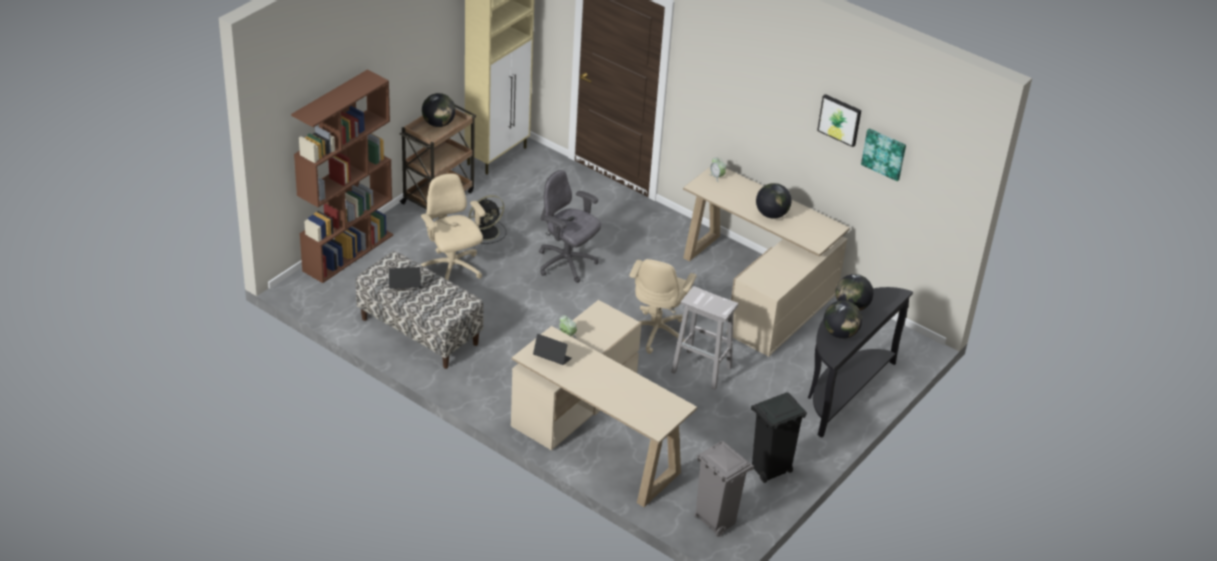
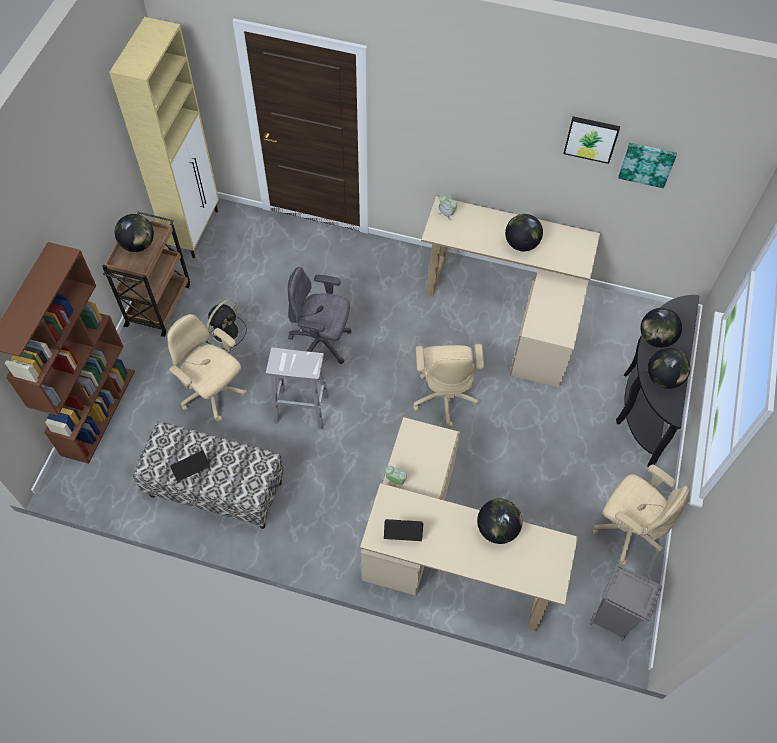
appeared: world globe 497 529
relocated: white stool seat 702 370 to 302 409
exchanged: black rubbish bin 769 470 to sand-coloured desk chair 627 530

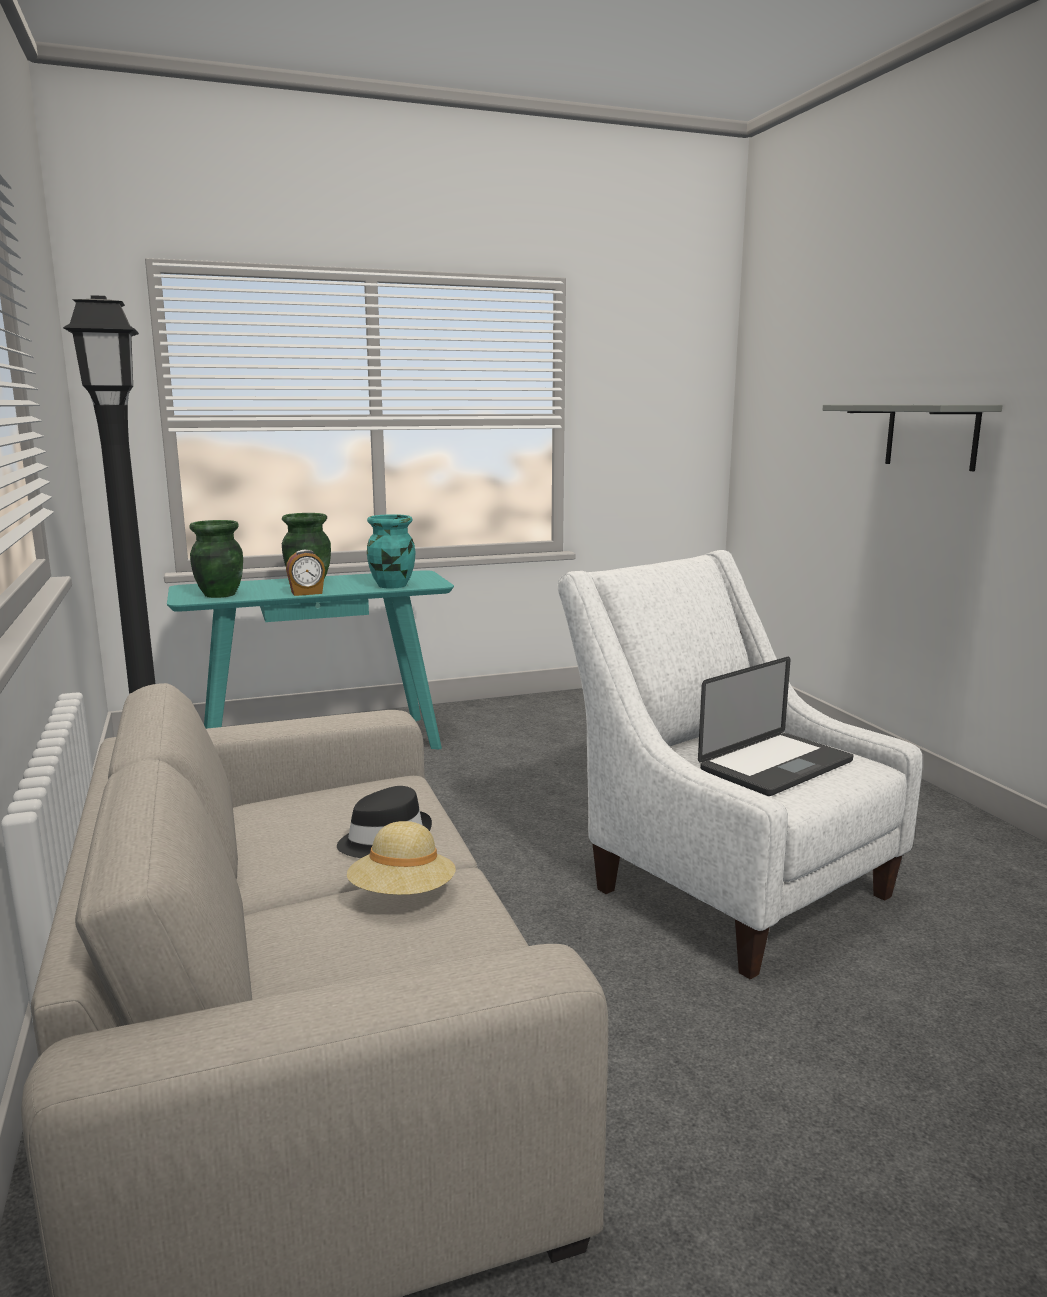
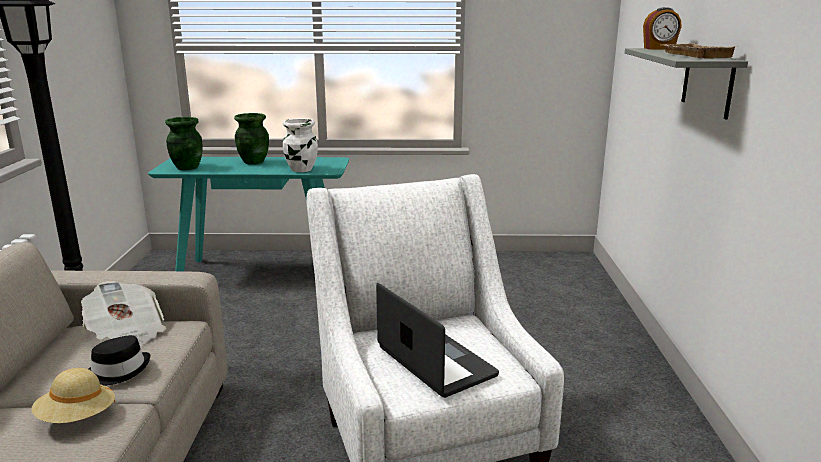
appeared: sand-coloured tray 693 55; daily paper 127 334
relocated: bedside clock 307 593 to 659 48
colour: turquoise flower vase 392 586 to white flower vase 301 170
spun: notebook computer 776 766 = 435 362 105 degrees counterclockwise

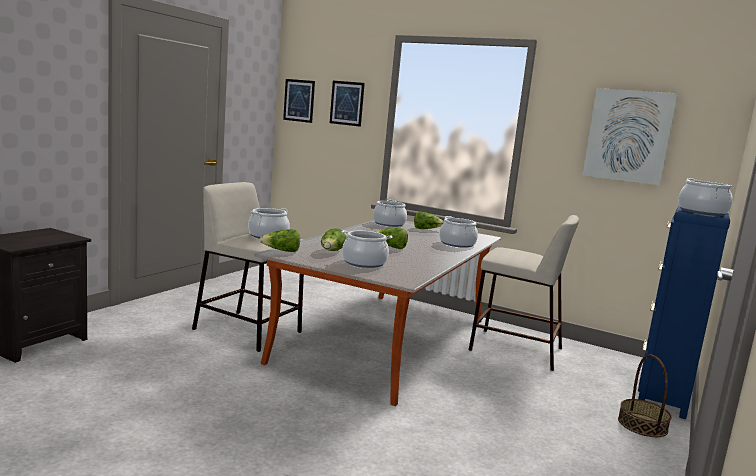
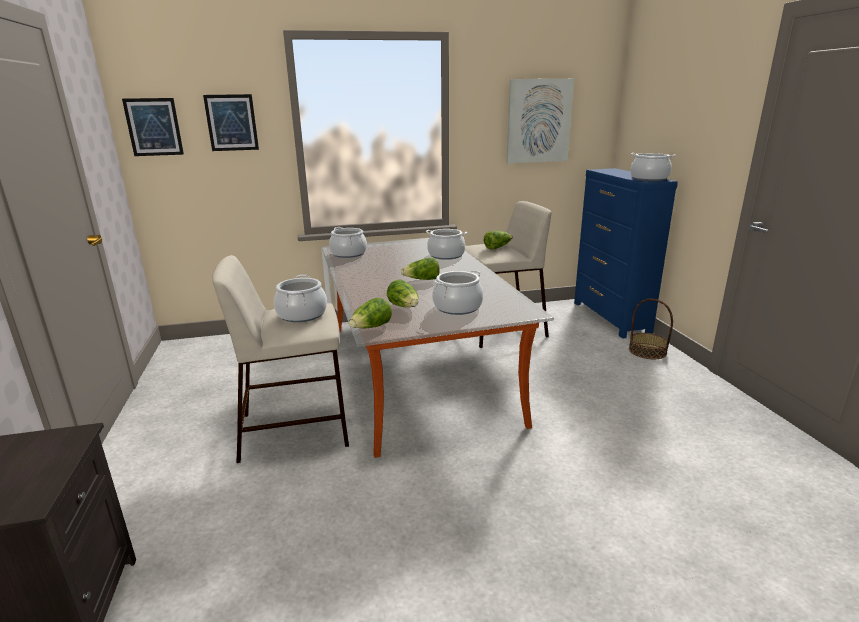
relocated: lettuce head 426 229 to 497 247

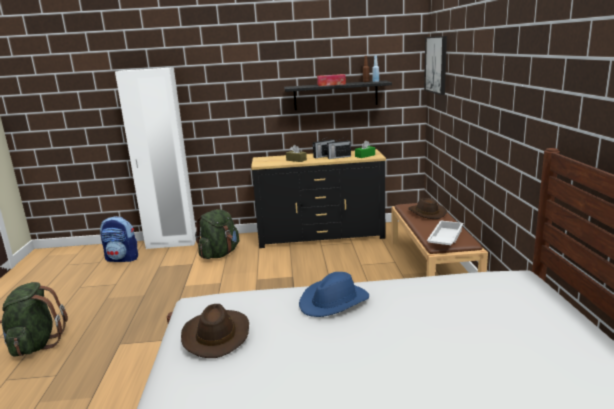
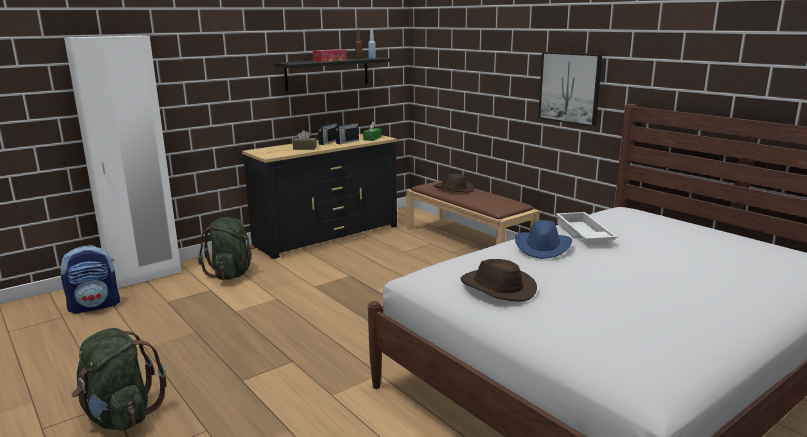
relocated: wall picture 436 64 to 570 88; white tray 444 238 to 582 234

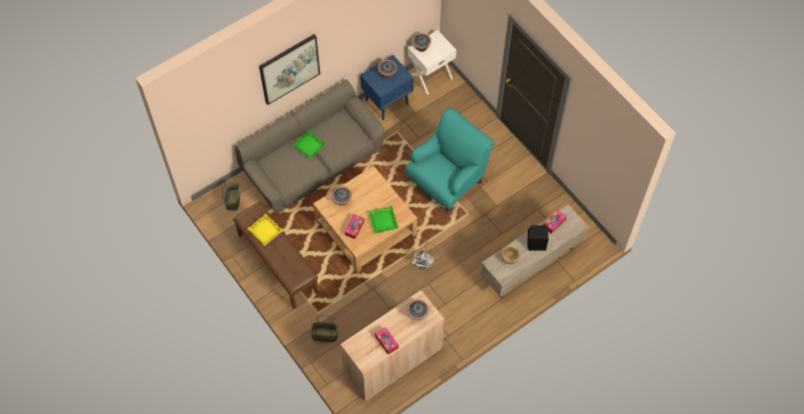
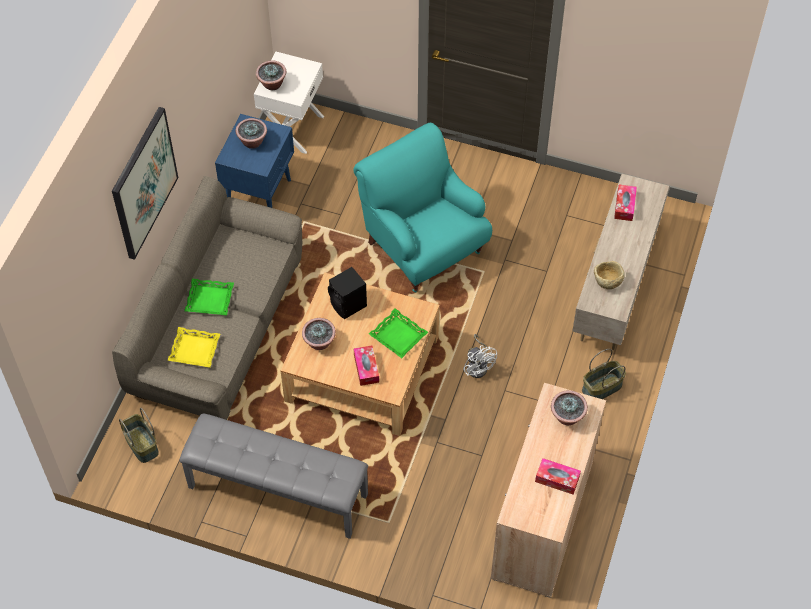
relocated: yellowish tray 265 231 to 195 349; black speaker 536 244 to 349 305; household basket 324 335 to 602 388
colour: brown-coloured indoor bench 277 263 to grey indoor bench 277 491
spun: turquoise armchair 447 181 = 423 246 45 degrees counterclockwise

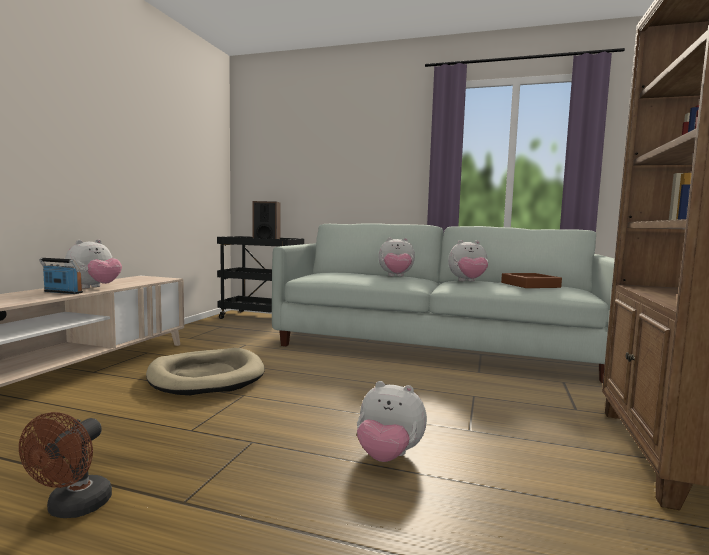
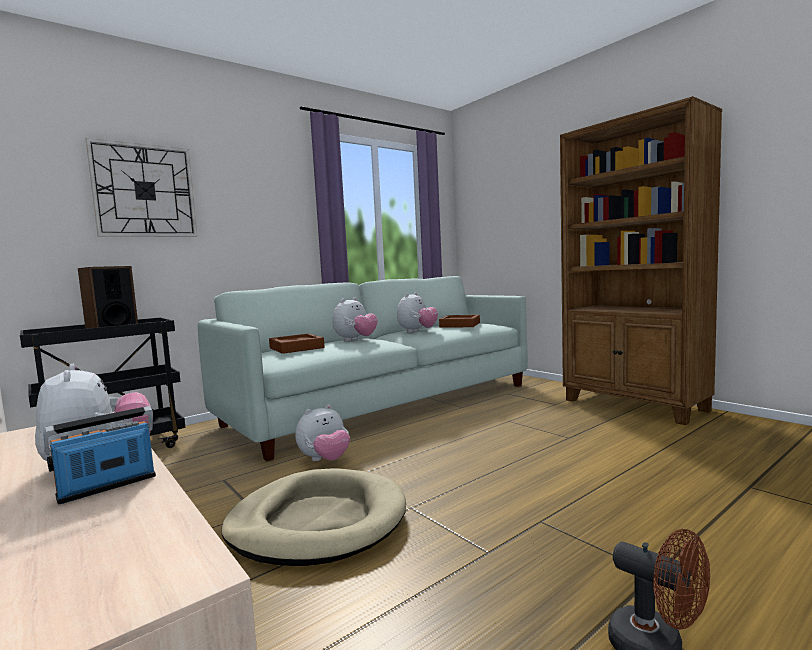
appeared: hanging clock 144 191; brown-coloured tray 296 348
relocated: cuddly toy 388 456 to 325 460

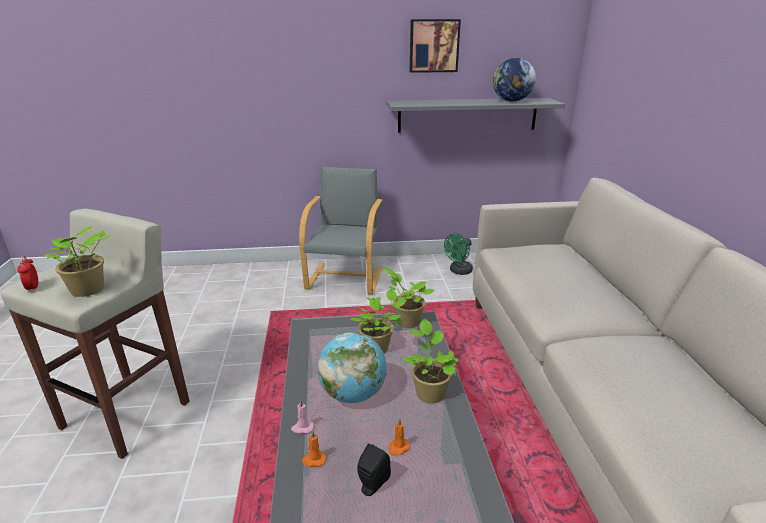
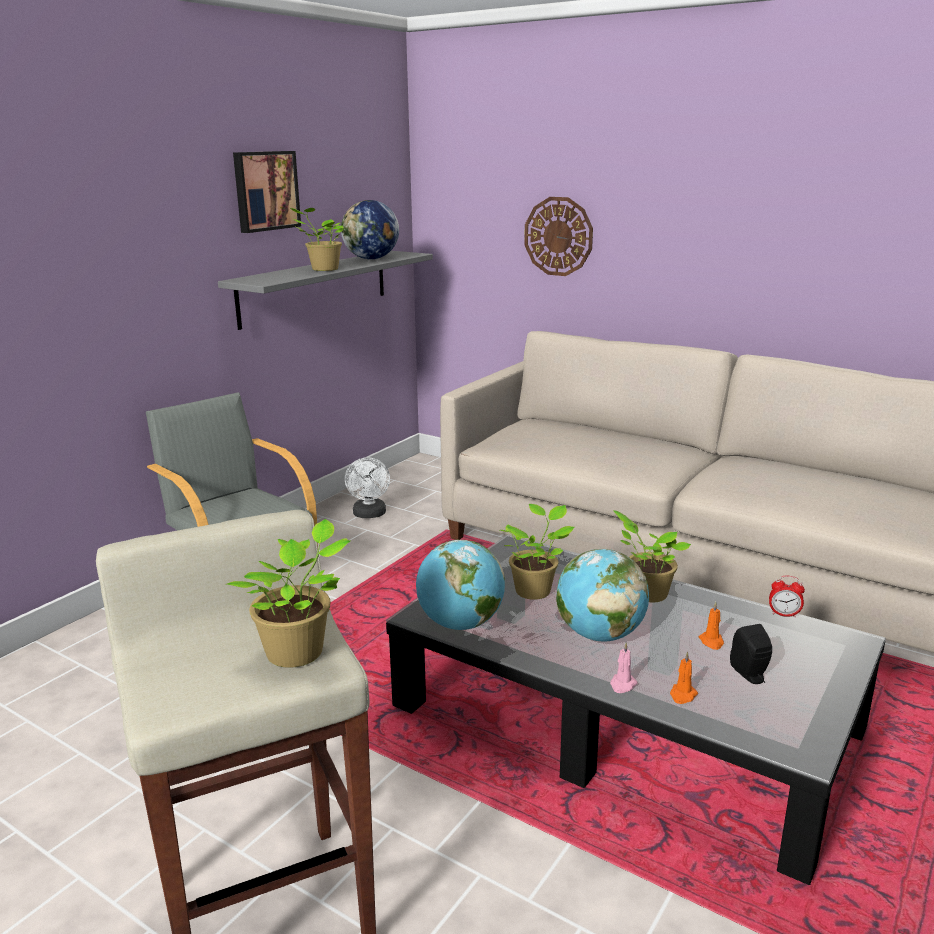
appeared: hanging clock 558 236; world globe 460 624
relocated: bedside clock 33 288 to 784 614; houseplant 406 321 to 323 269
colour: green electric fan 458 271 to white electric fan 369 515

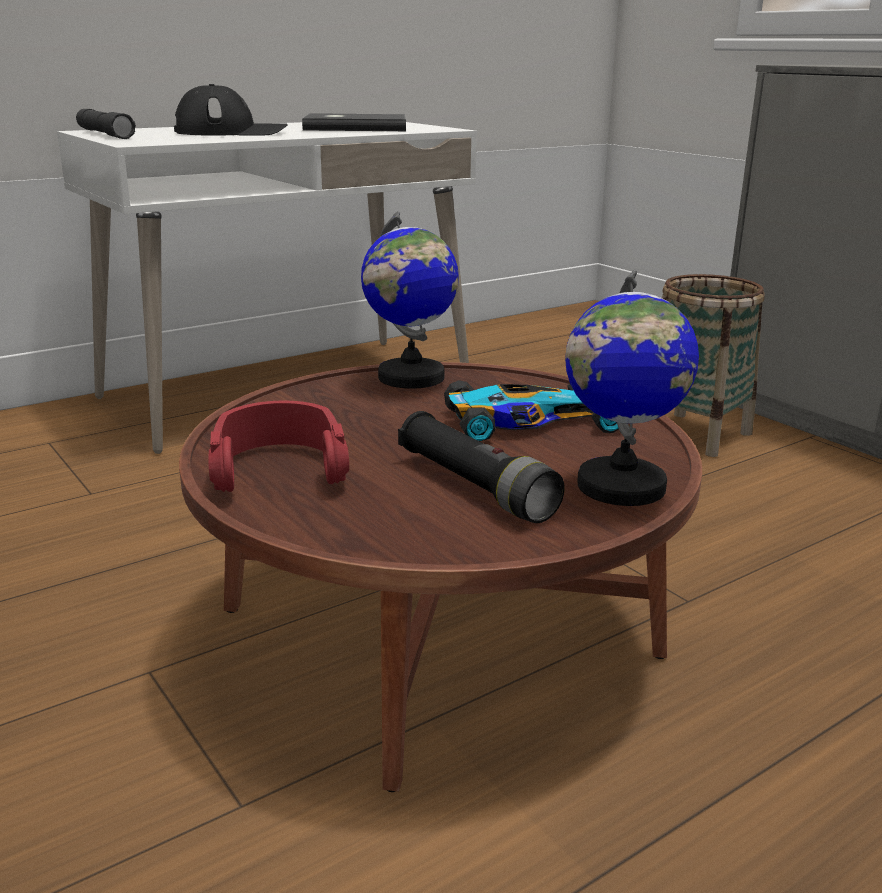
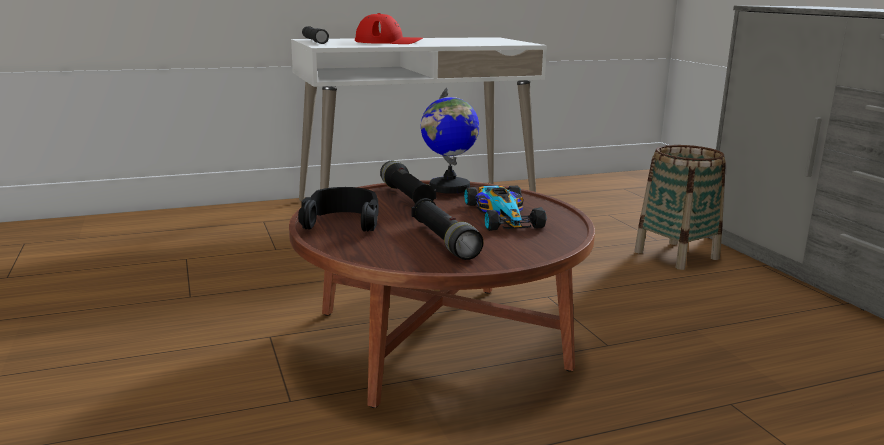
missing: grey bound book 354 127; world globe 620 486
appeared: black hand torch 406 196
colour: black peaked cap 231 132 to red-coloured peaked cap 389 42; red-coloured pair of headphones 278 466 to black pair of headphones 342 221
spun: toy car 527 422 = 502 215 75 degrees clockwise

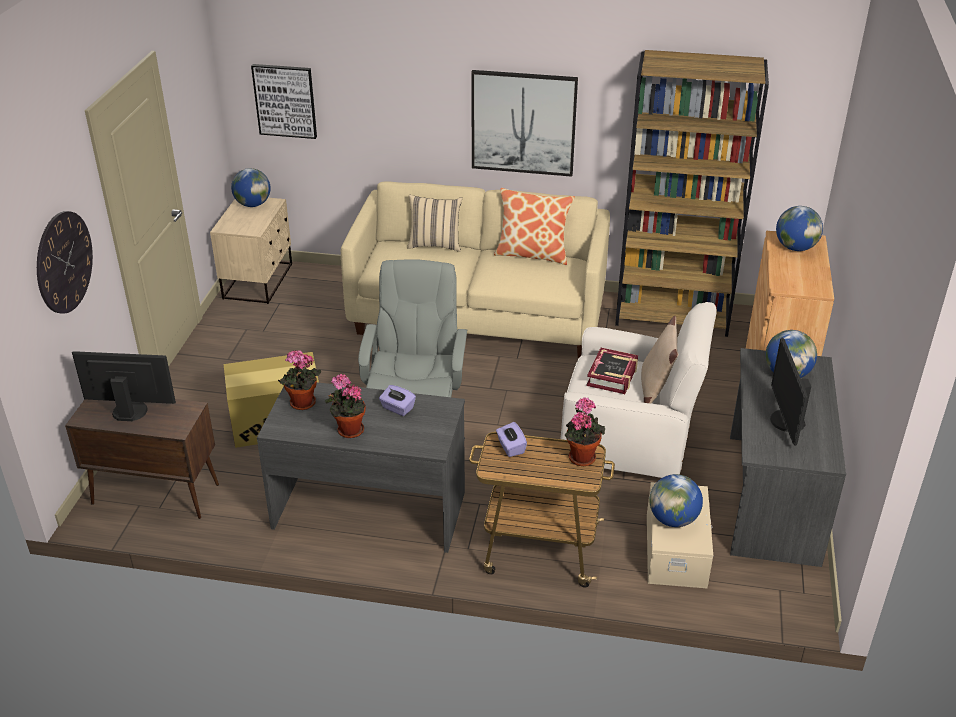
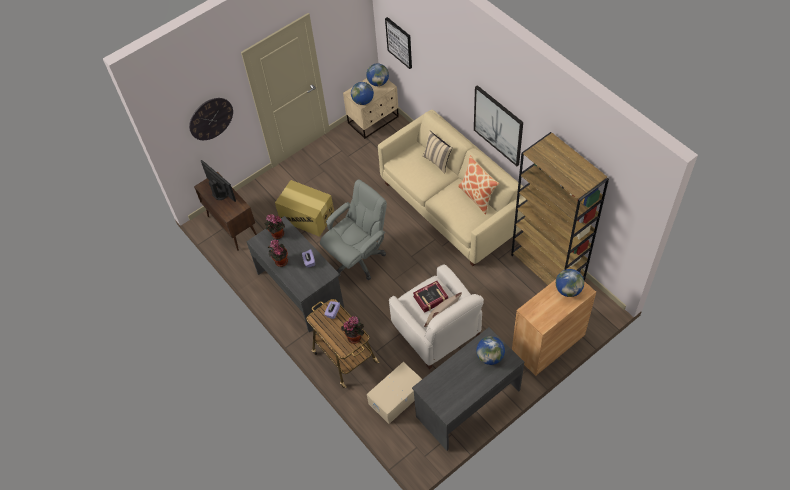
missing: computer screen 785 421
relocated: world globe 673 519 to 363 101

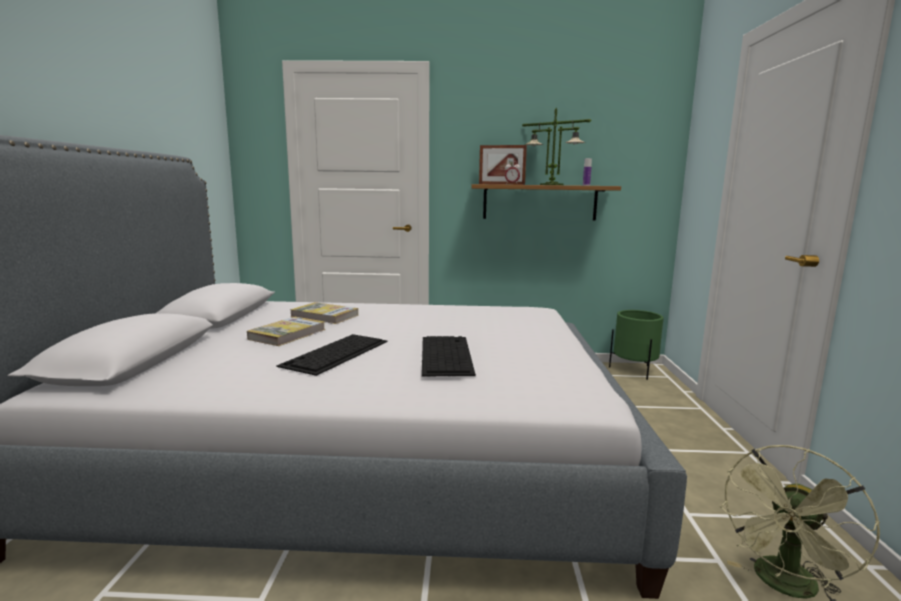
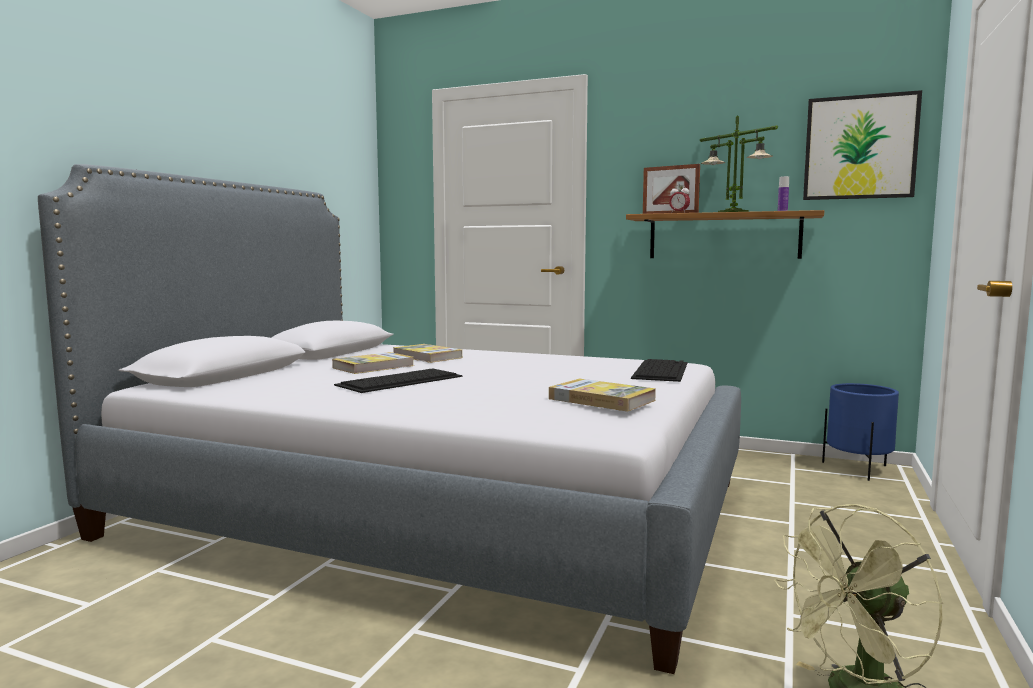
appeared: wall picture 859 147; bound book 601 399
relocated: computer keyboard 445 354 to 660 370
colour: green planter 634 370 to bluish planter 858 469

